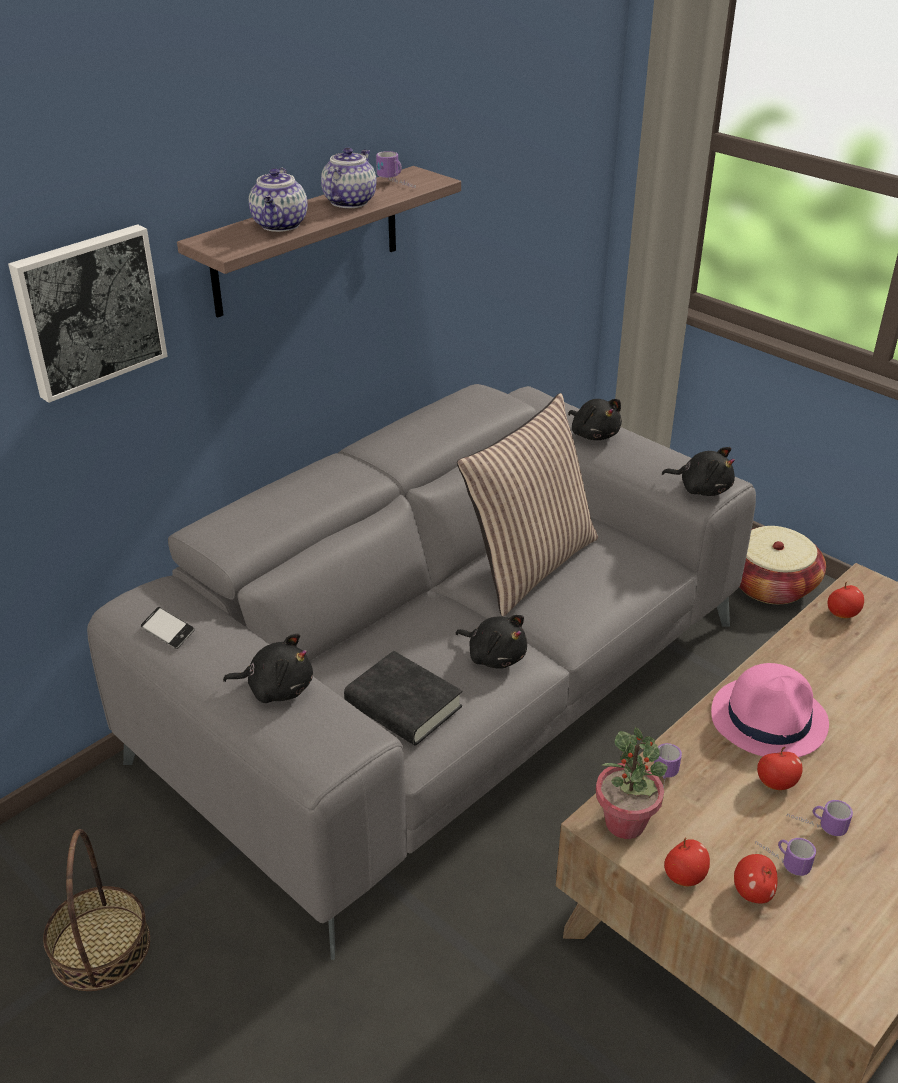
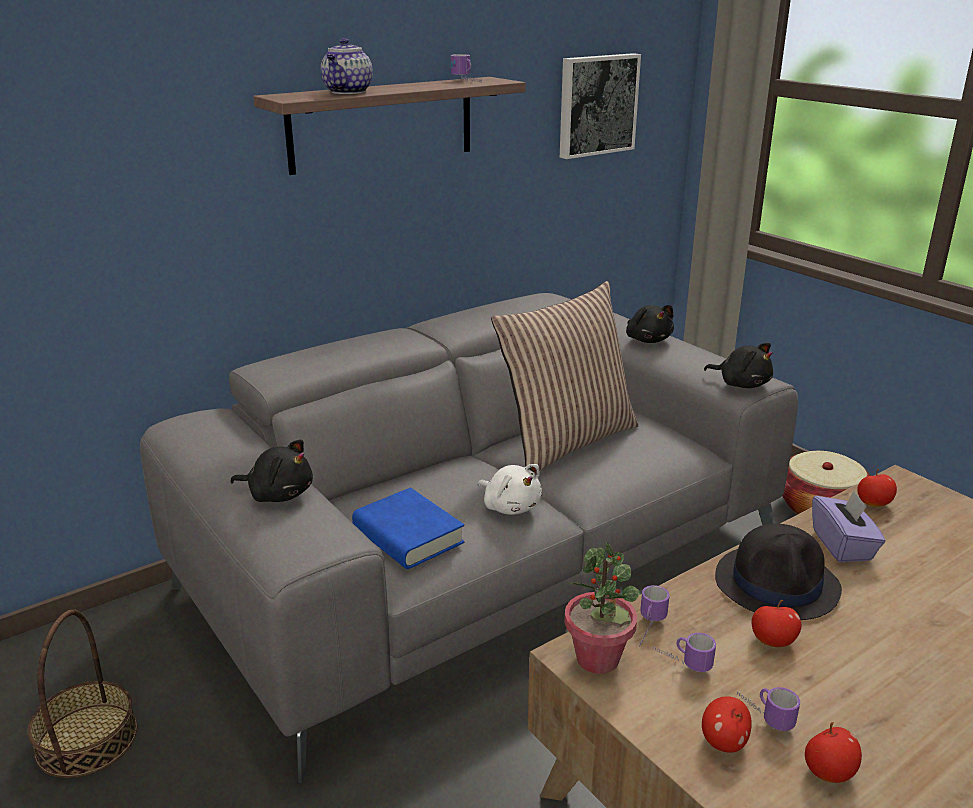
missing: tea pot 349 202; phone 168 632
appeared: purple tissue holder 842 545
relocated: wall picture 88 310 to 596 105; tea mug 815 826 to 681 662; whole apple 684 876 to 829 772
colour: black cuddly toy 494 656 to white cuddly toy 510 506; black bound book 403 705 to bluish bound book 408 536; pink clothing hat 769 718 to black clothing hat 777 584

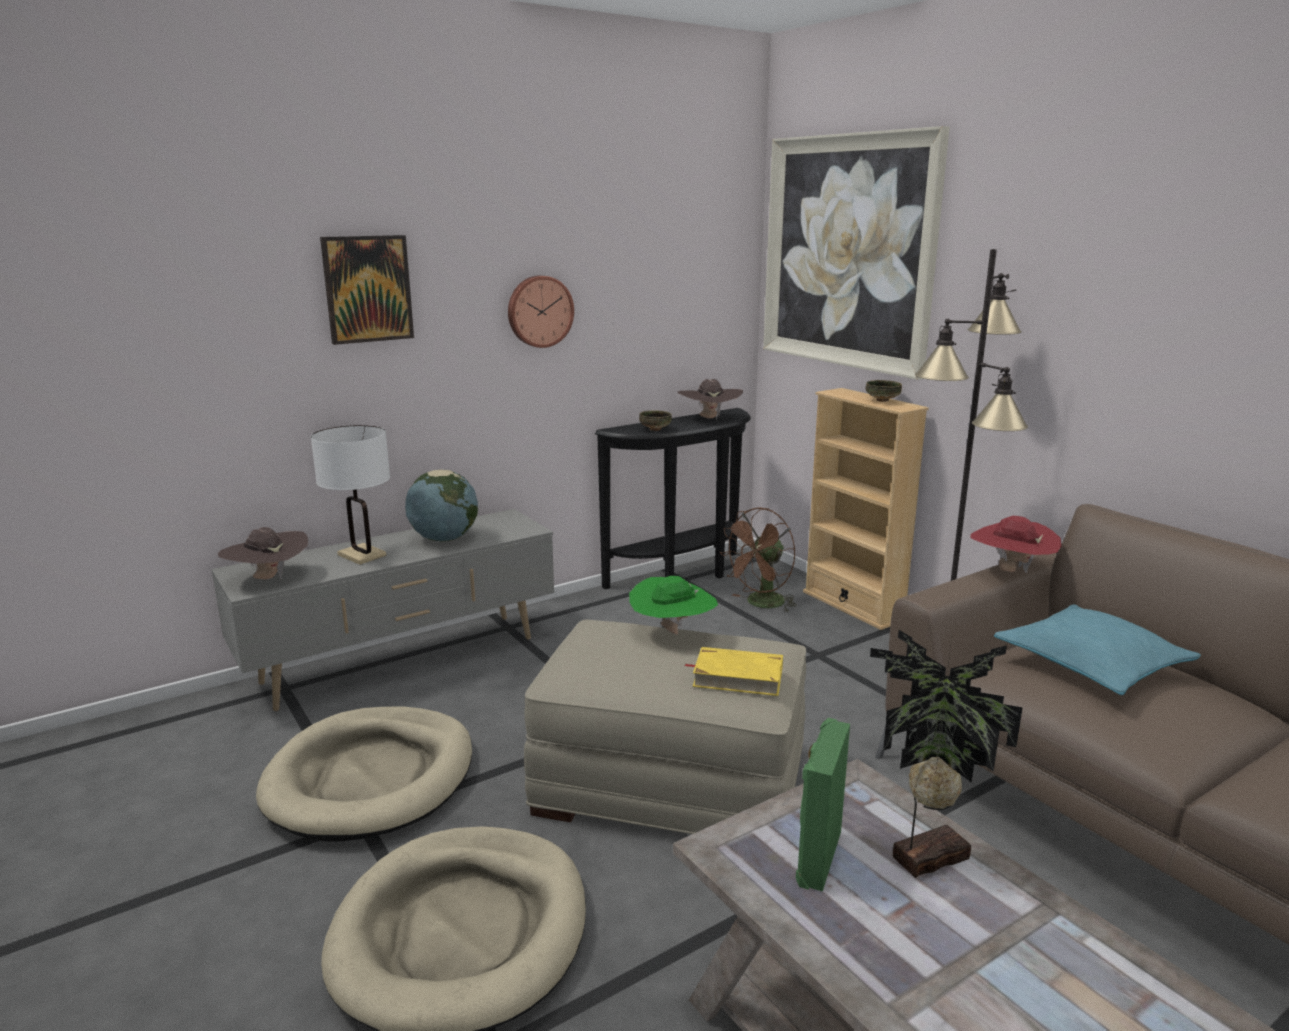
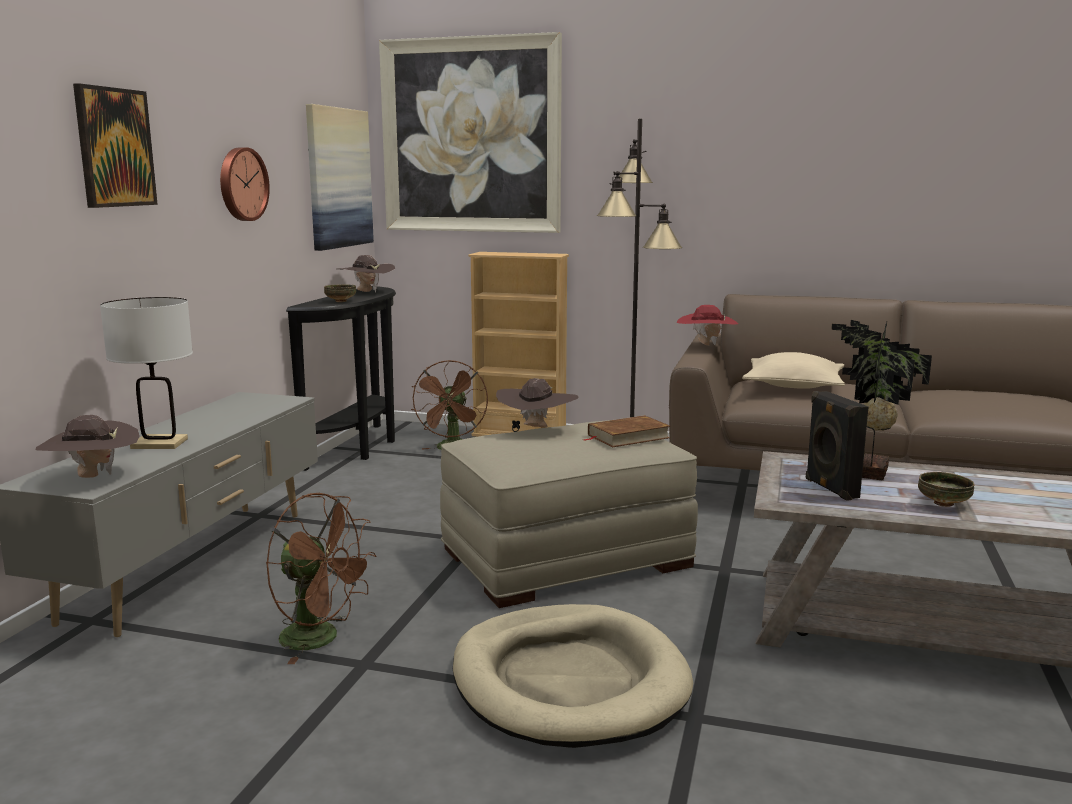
missing: world globe 444 538
appeared: wall picture 338 178
relocated: serving bowl 882 400 to 942 503
exchanged: sand-coloured pet bed 371 778 to brown-coloured electric fan 321 639
colour: green clothing hat 672 632 to brown-coloured clothing hat 536 429; turquoise cushion 1091 664 to sand-coloured cushion 793 385; yellowish bound book 737 676 to brown-coloured bound book 627 436; green speaker 816 857 to black speaker 830 488

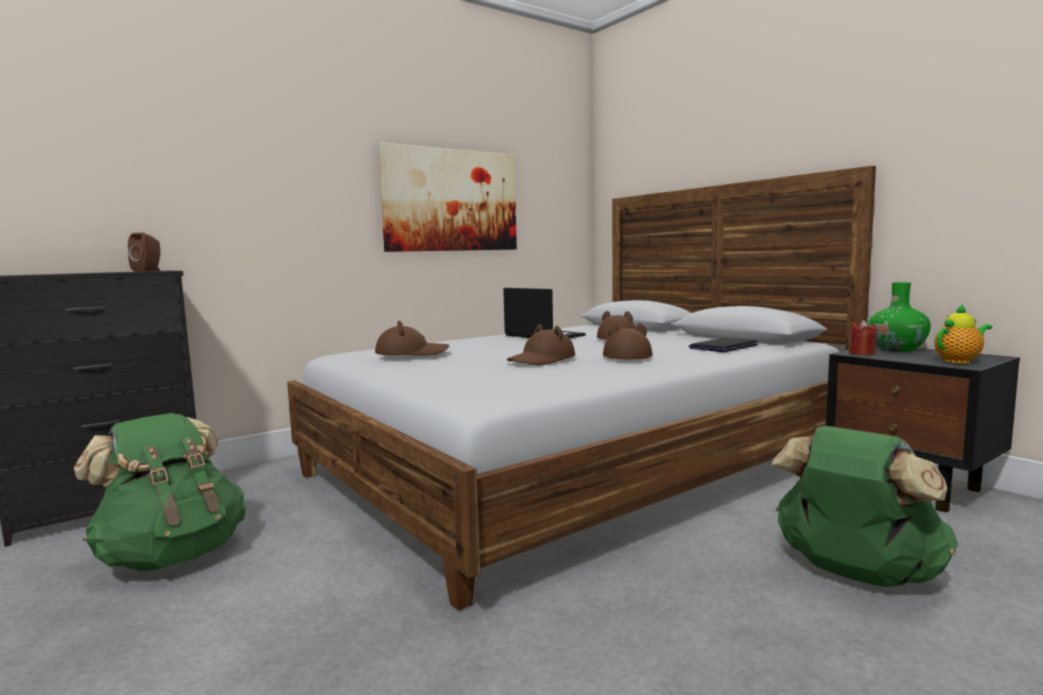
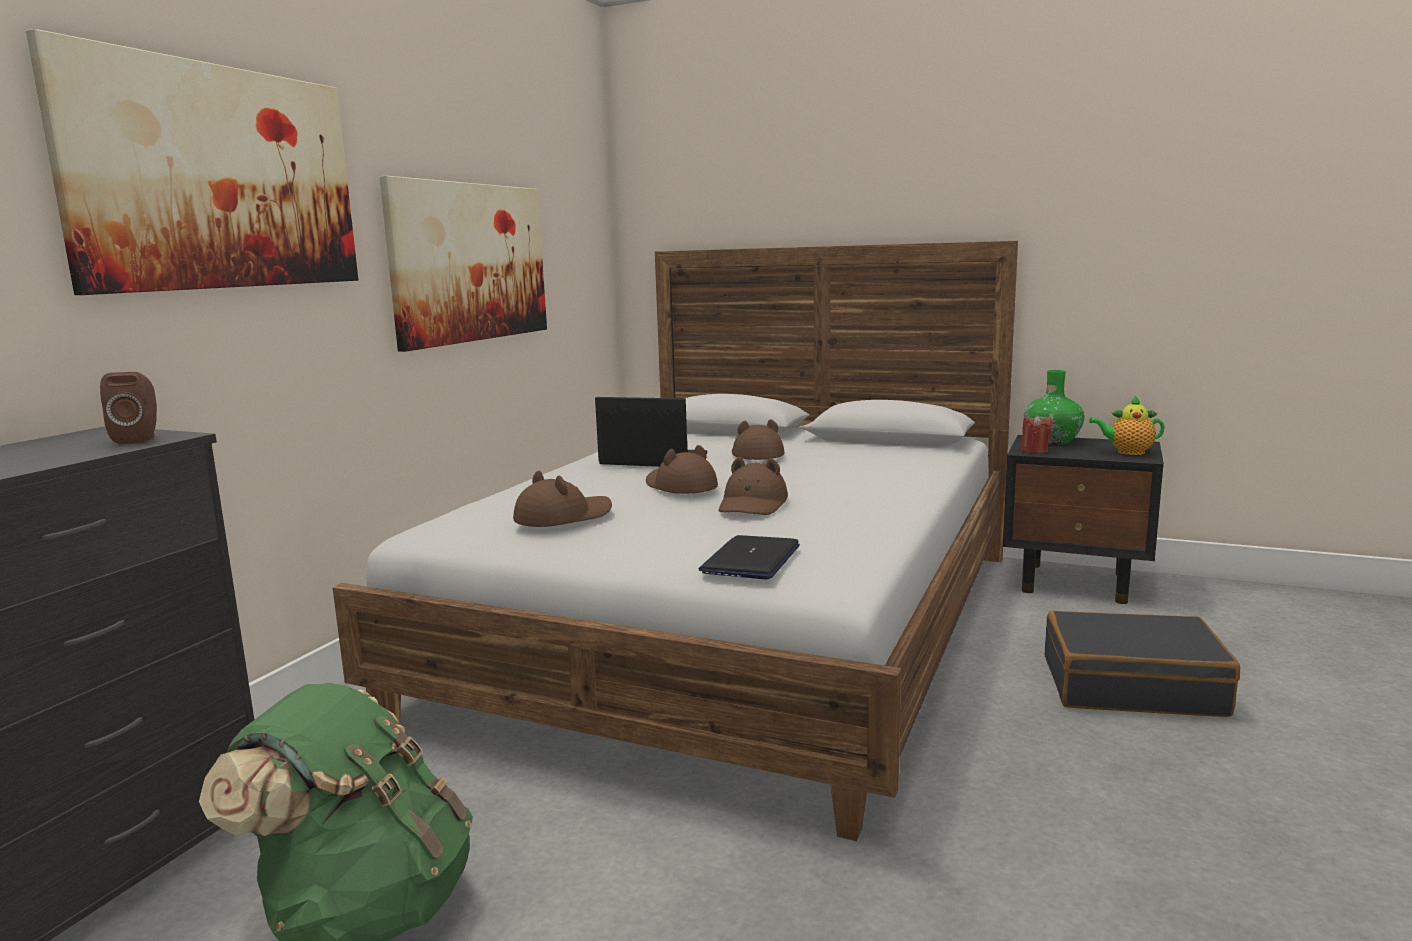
appeared: wall picture 217 178
relocated: brown-coloured clothing hat 625 356 to 680 486; notebook computer 723 347 to 751 560
exchanged: green backpack 855 574 to black travel case 1132 686
spun: tea pot 959 361 = 1127 452 120 degrees counterclockwise

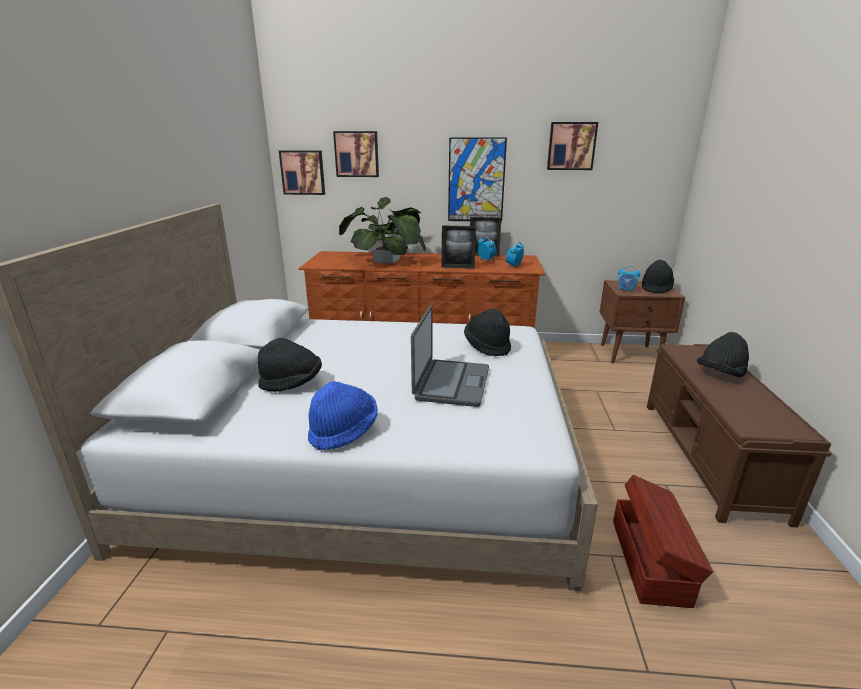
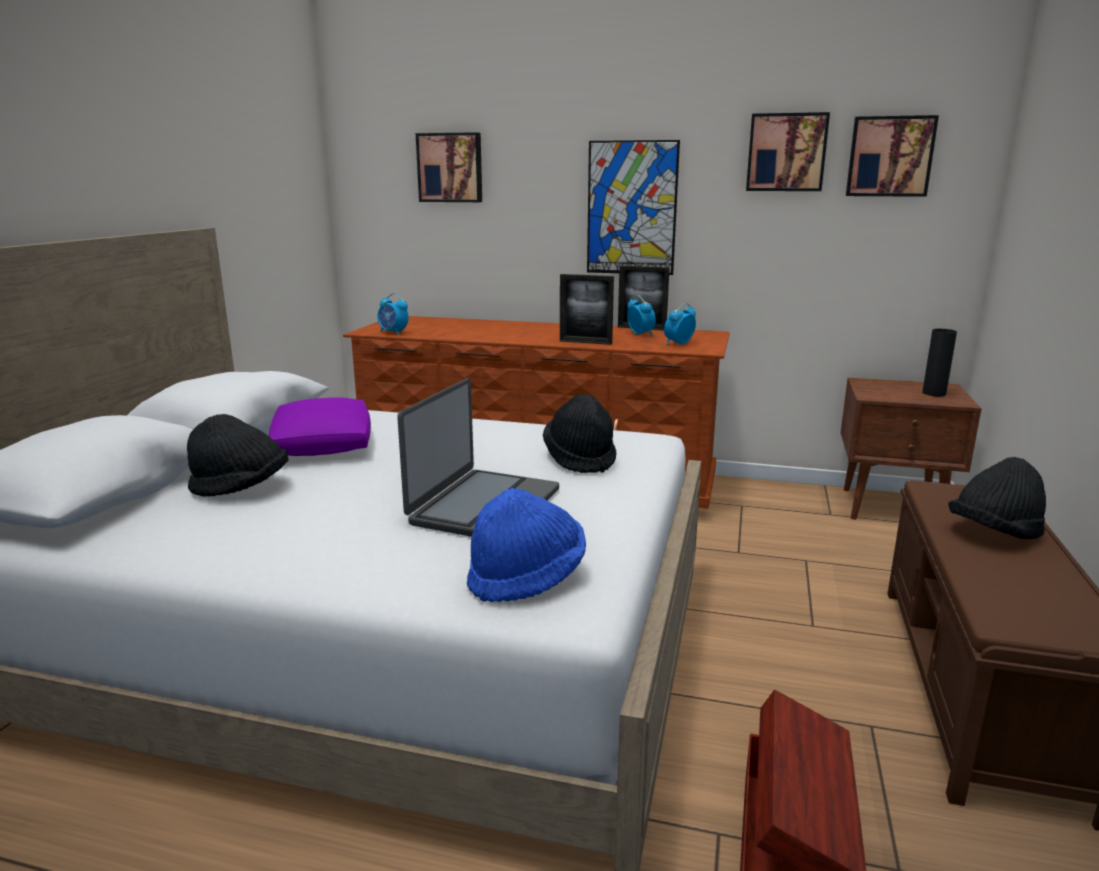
missing: houseplant 386 260
appeared: purple cushion 323 444
relocated: wall picture 303 172 to 889 156; bedside clock 626 290 to 393 333; bluish clothing hat 343 432 to 526 578
exchanged: black clothing hat 656 288 to black flower vase 934 393

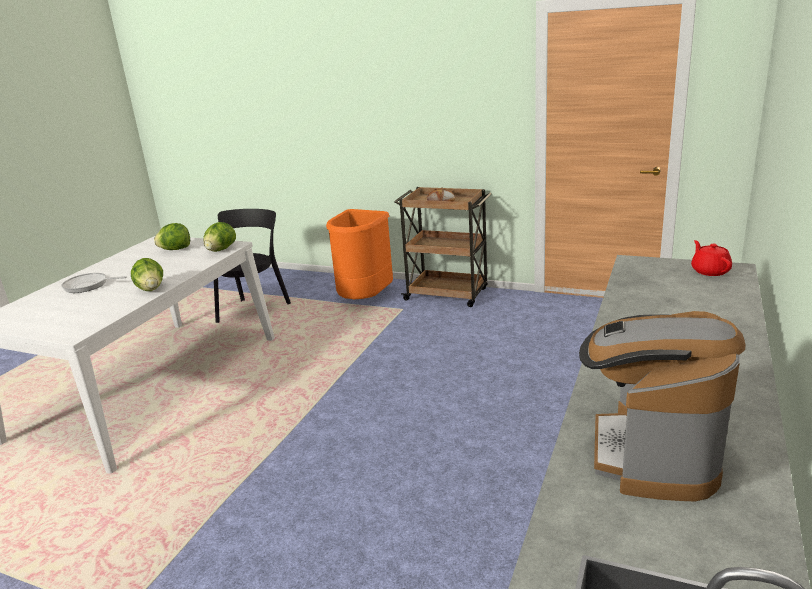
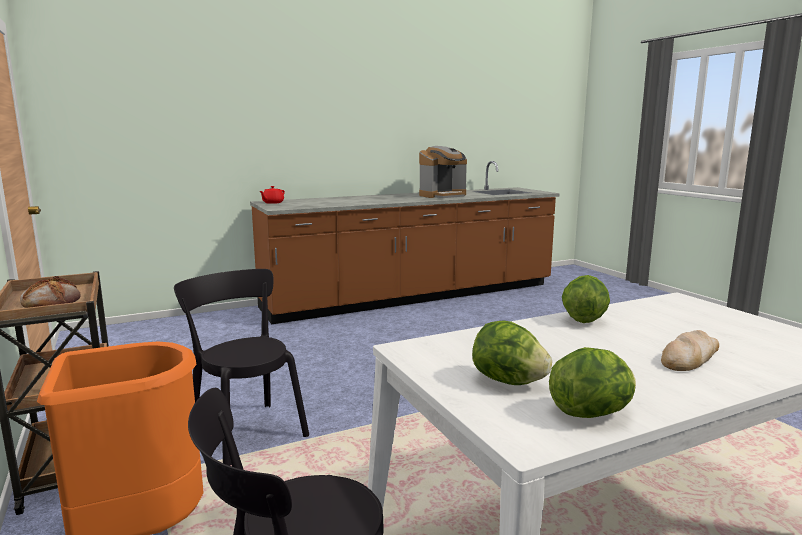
appeared: black chair 246 431
relocated: lettuce head 221 250 to 592 413
exchanged: skillet 88 285 to baked bread 689 356

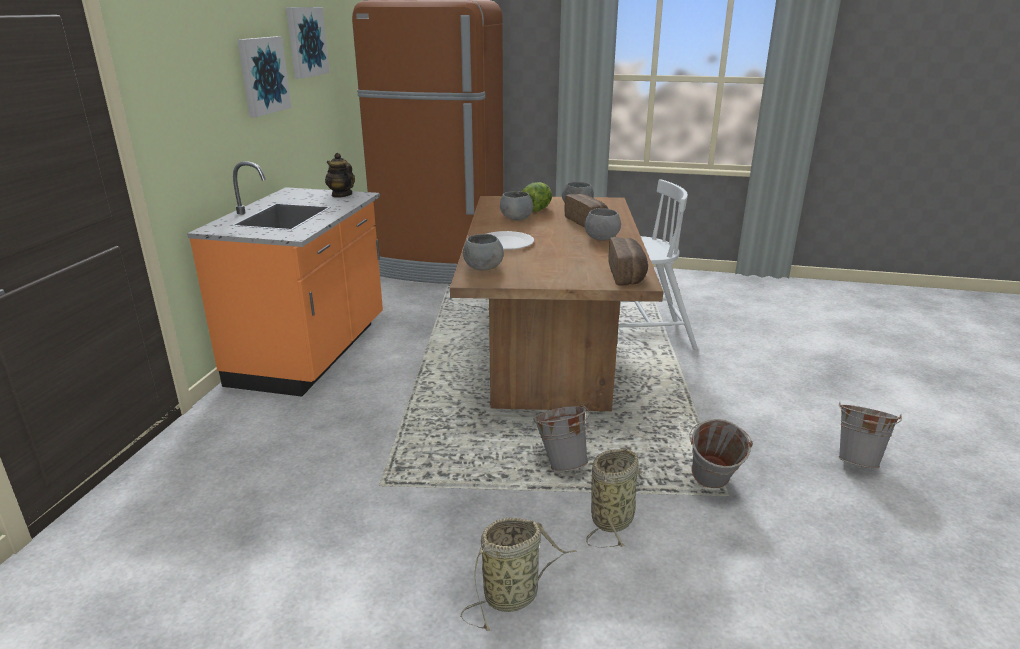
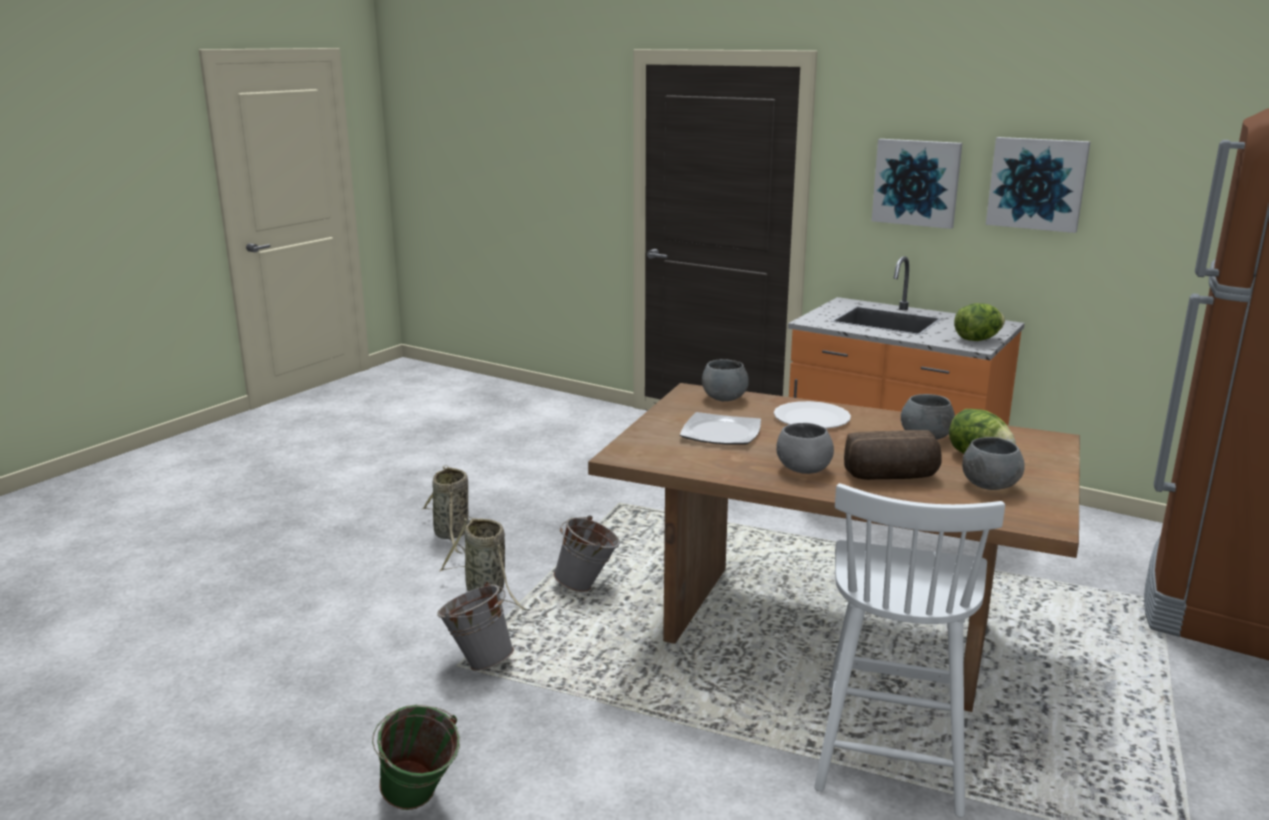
missing: baked bread 628 275
appeared: plate 721 433
relocated: wall picture 306 42 to 916 182
exchanged: tea pot 341 195 to lettuce head 977 339
colour: grey bucket 857 460 to green bucket 420 804

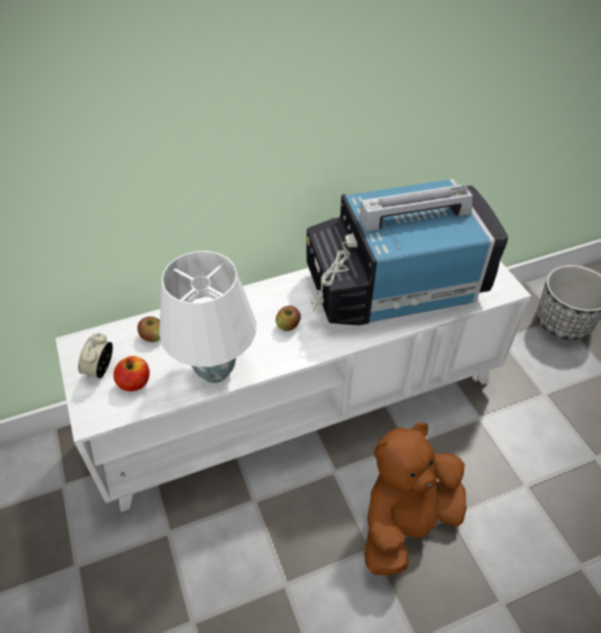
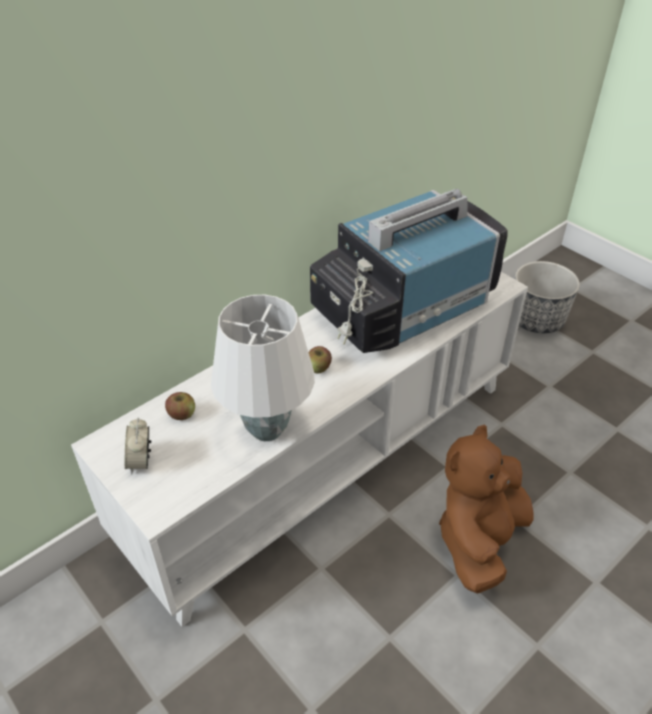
missing: whole apple 135 383

